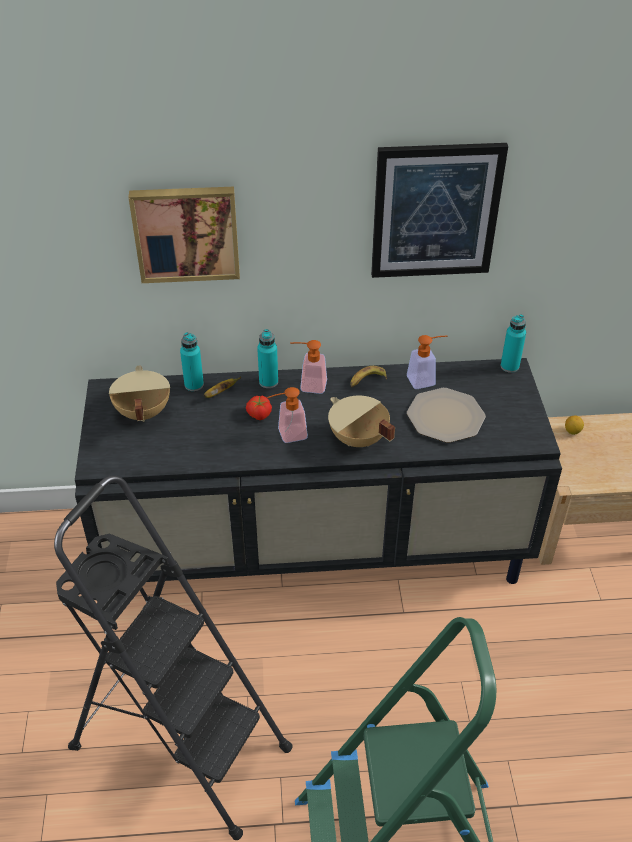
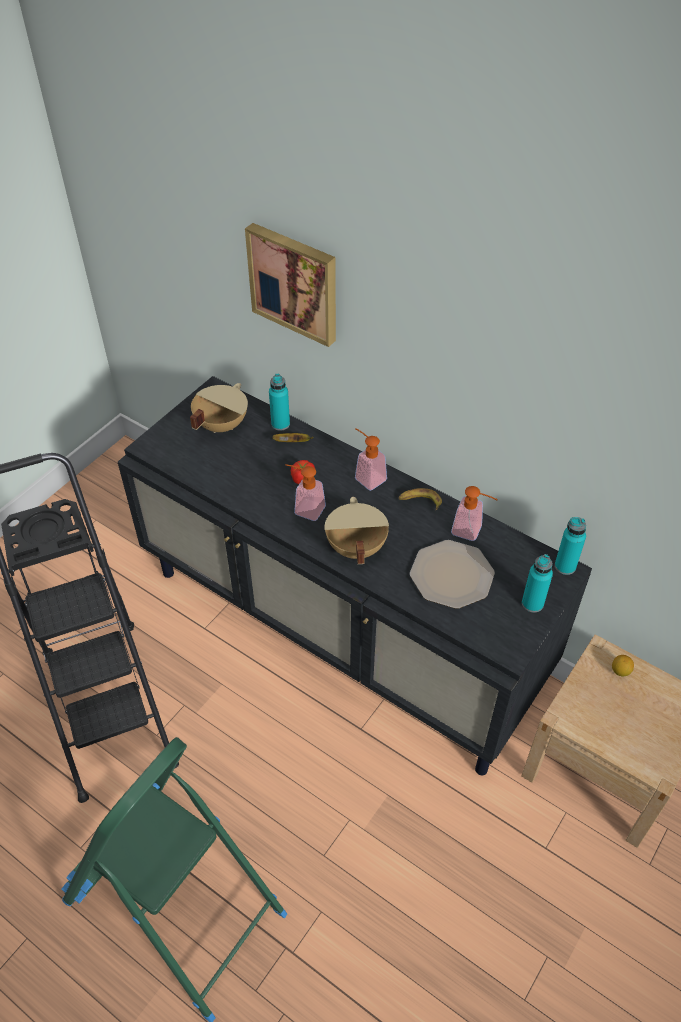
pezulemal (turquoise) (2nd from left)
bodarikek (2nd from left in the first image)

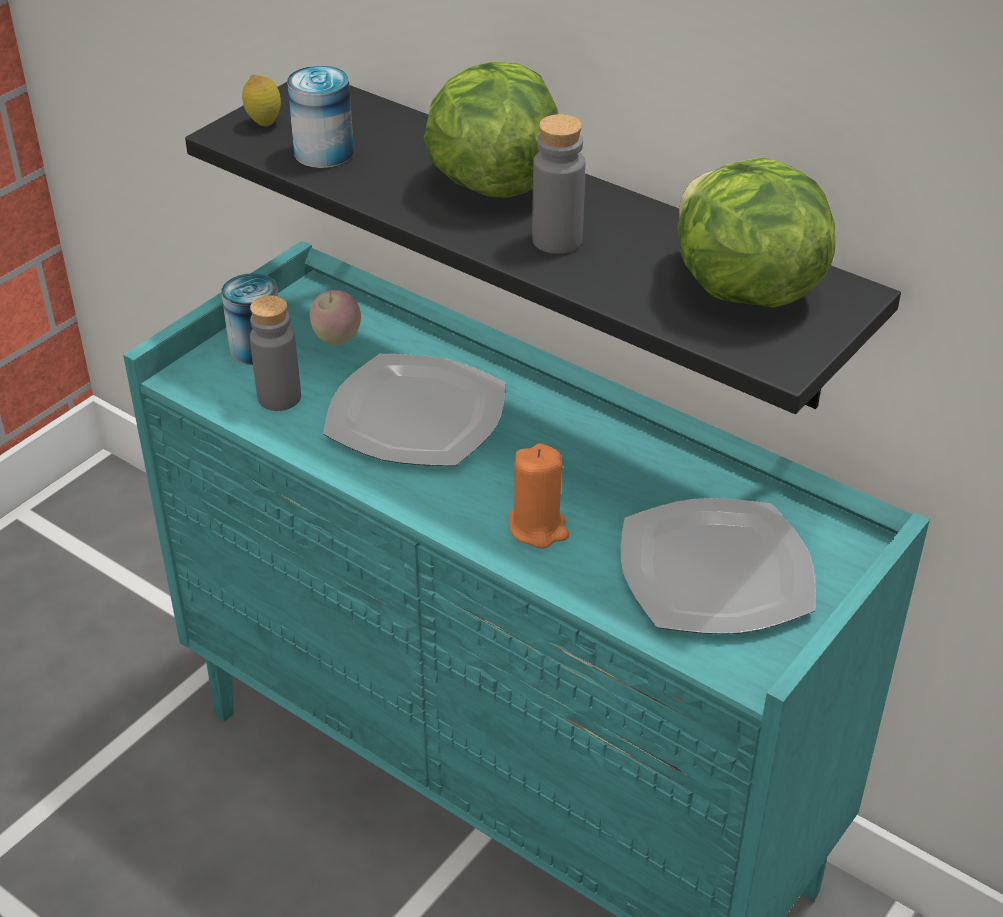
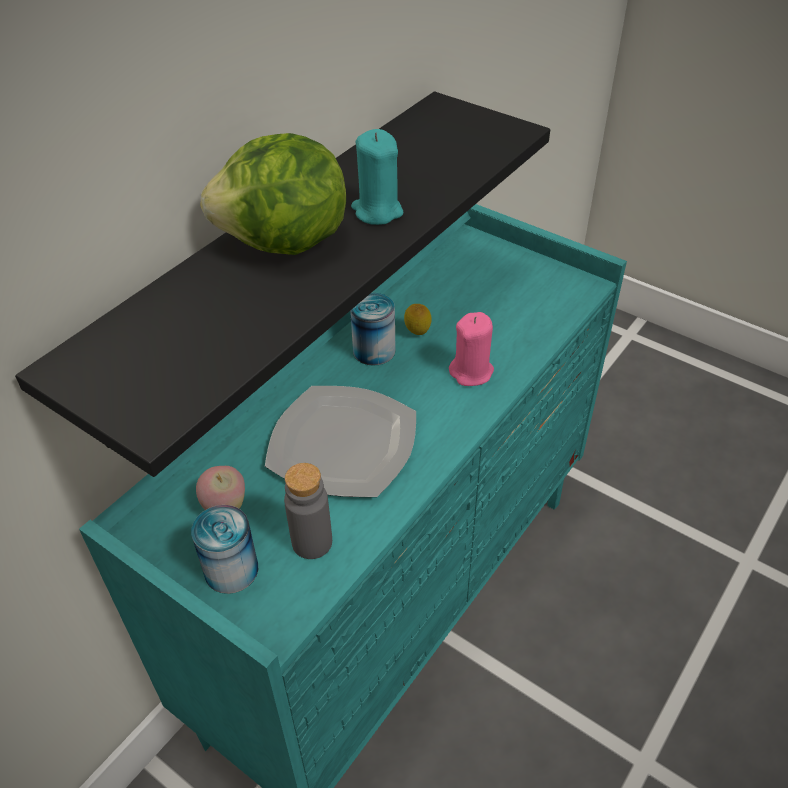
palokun (2nd from left)
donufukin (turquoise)
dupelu
donufukin (pink)
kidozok (2nd from left in the first image)
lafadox (2nd from left in the first image)

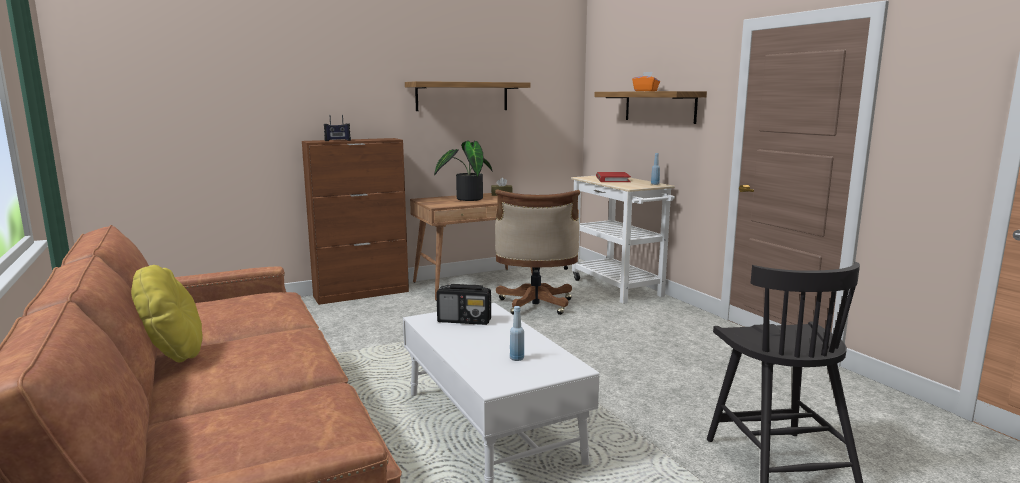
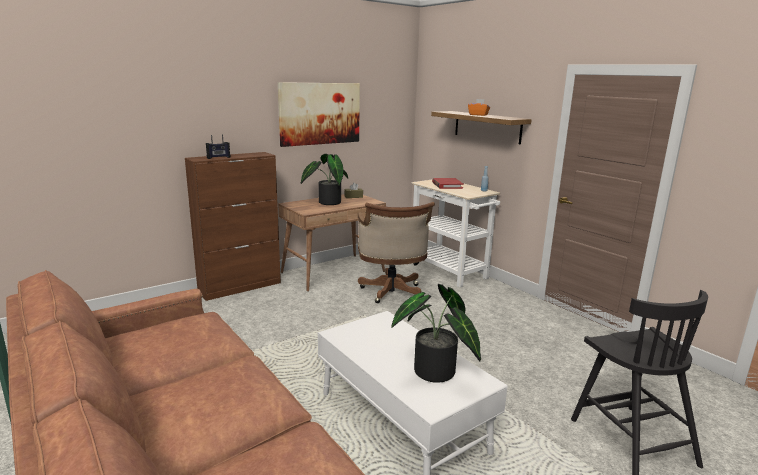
bodarikek
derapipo (2nd from left)
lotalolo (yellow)
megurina (2nd from left in the first image)

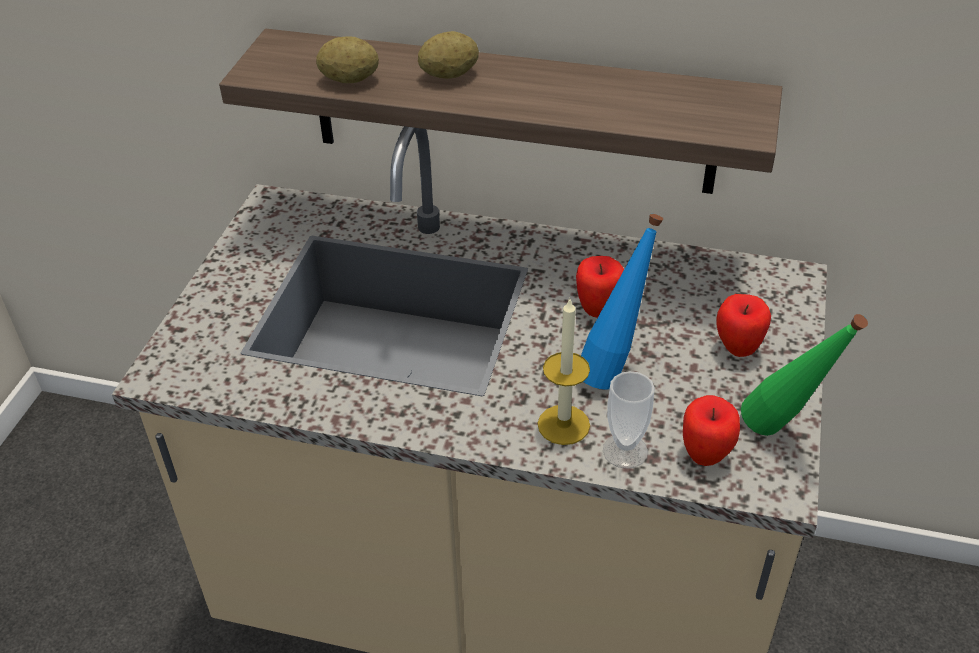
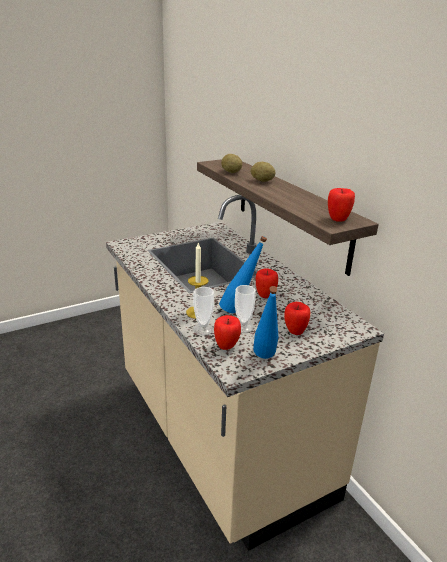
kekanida (2nd from left)
pezulemal (blue) (2nd from left)
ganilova (4th from left)

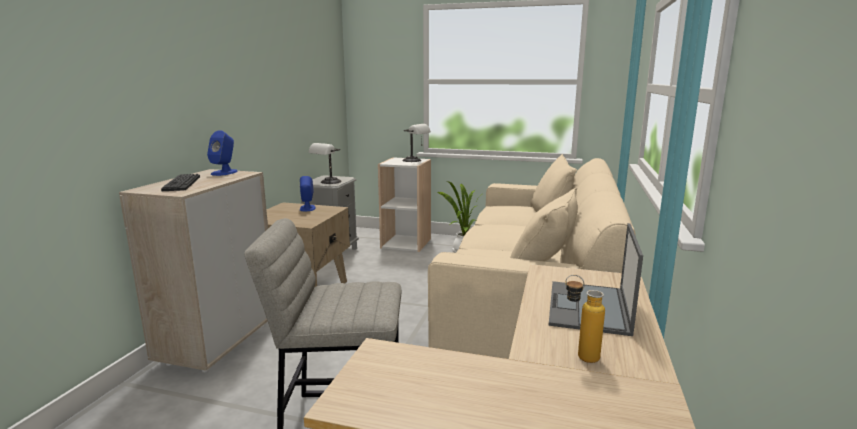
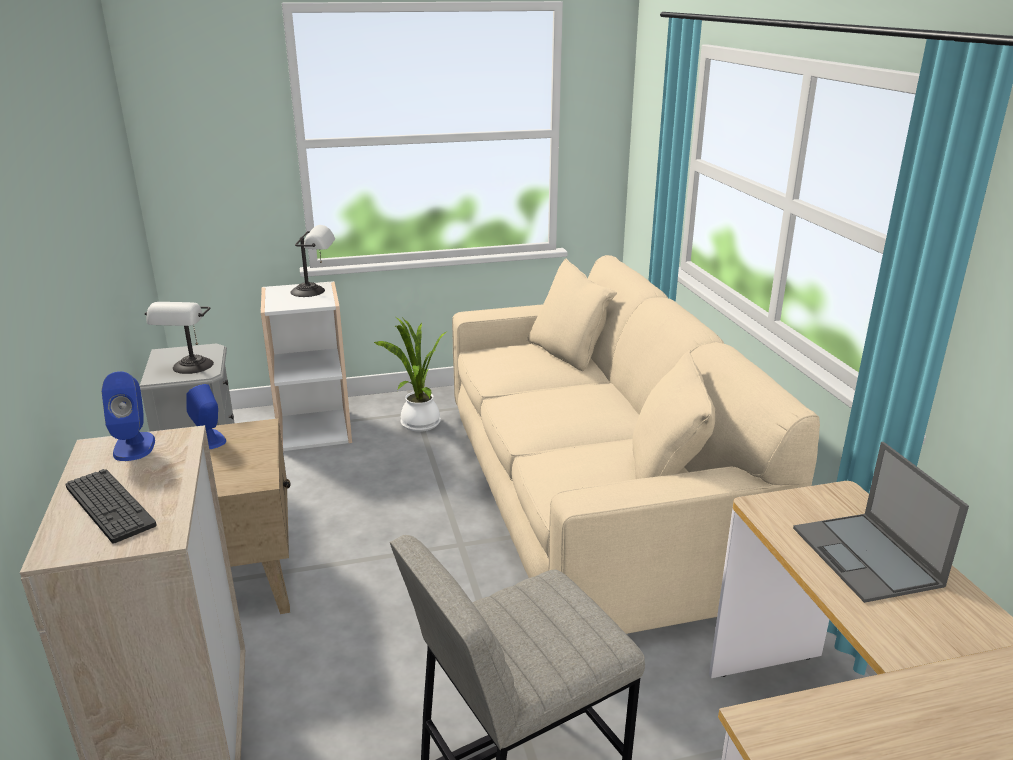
pezulemal

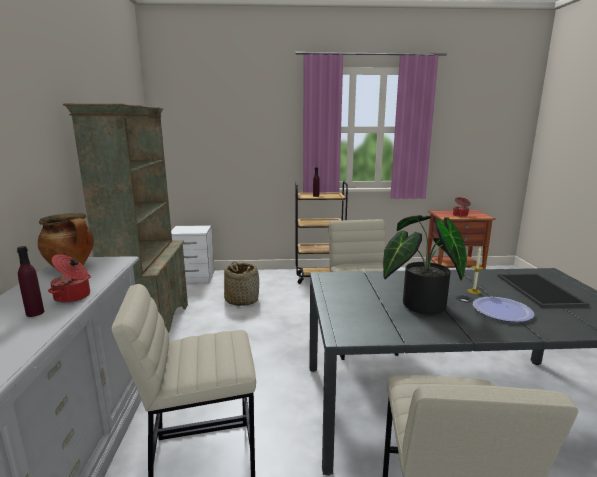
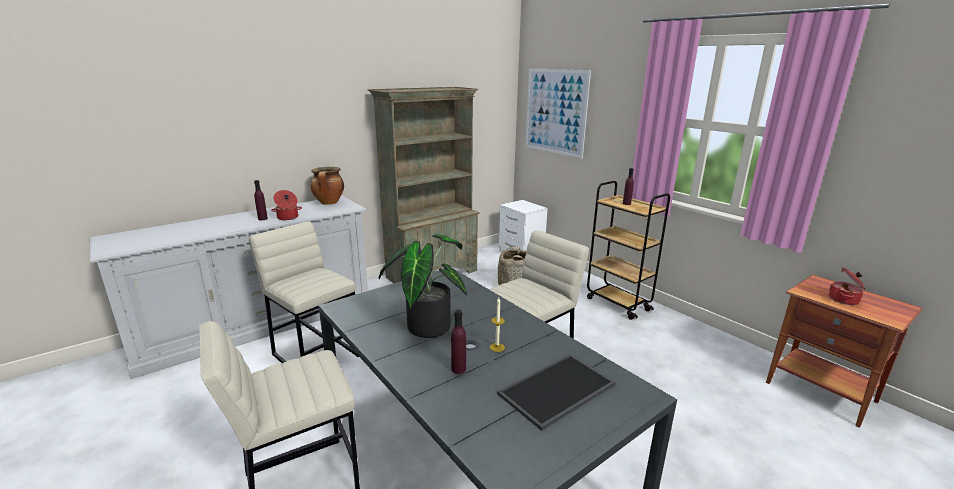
pezulemal (purple) (2nd from left)
bodarikek

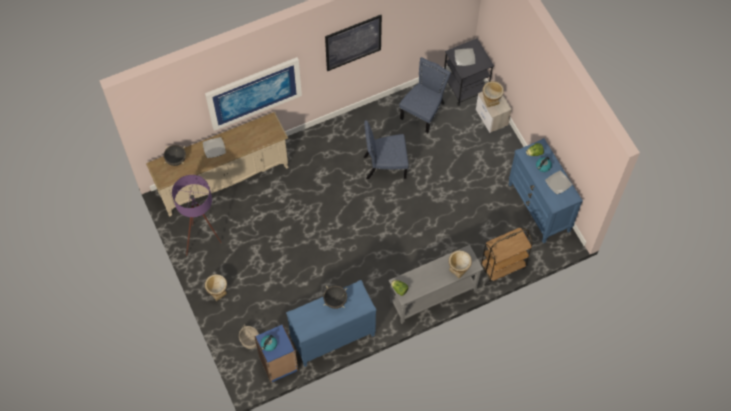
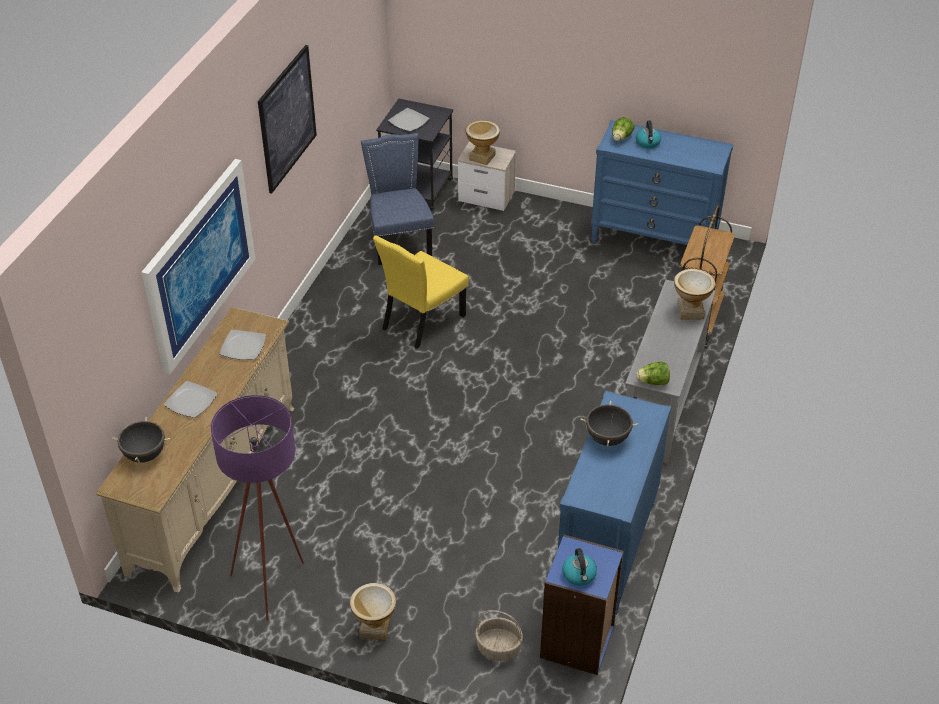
kidozok (2nd from left)
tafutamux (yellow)

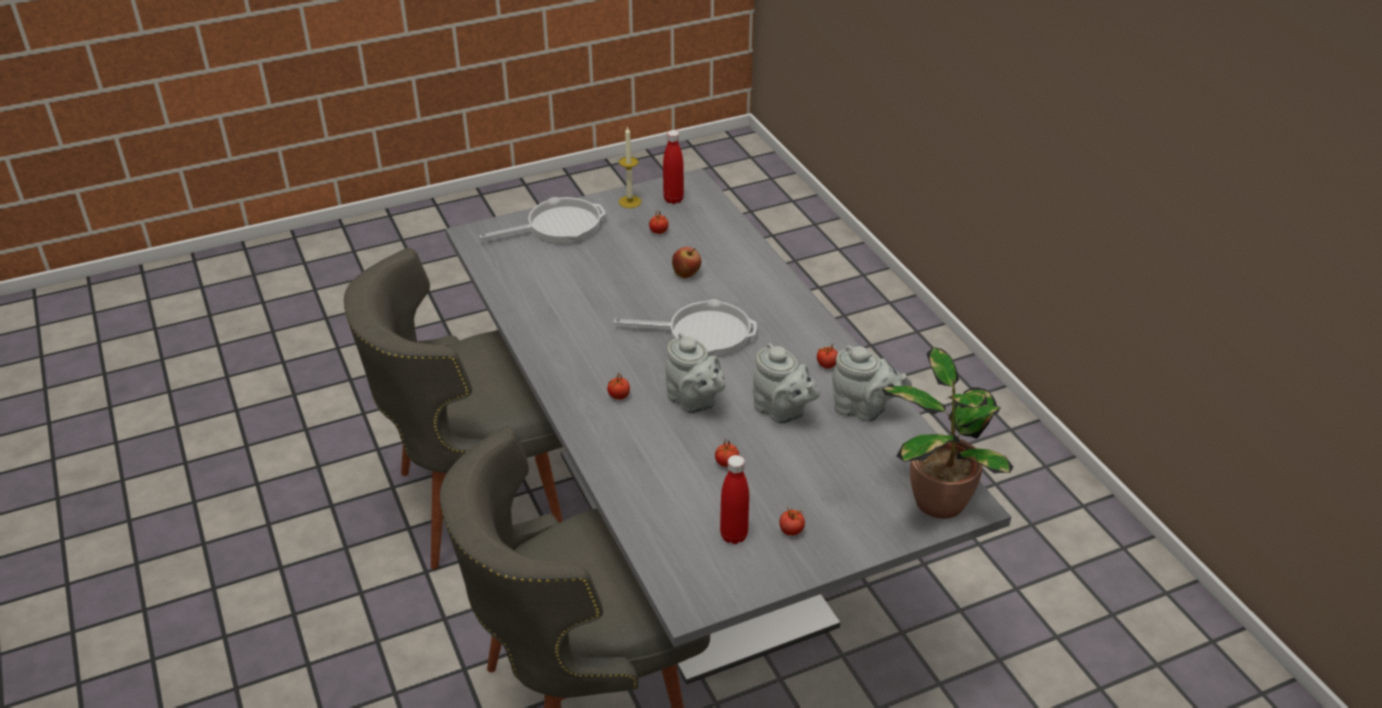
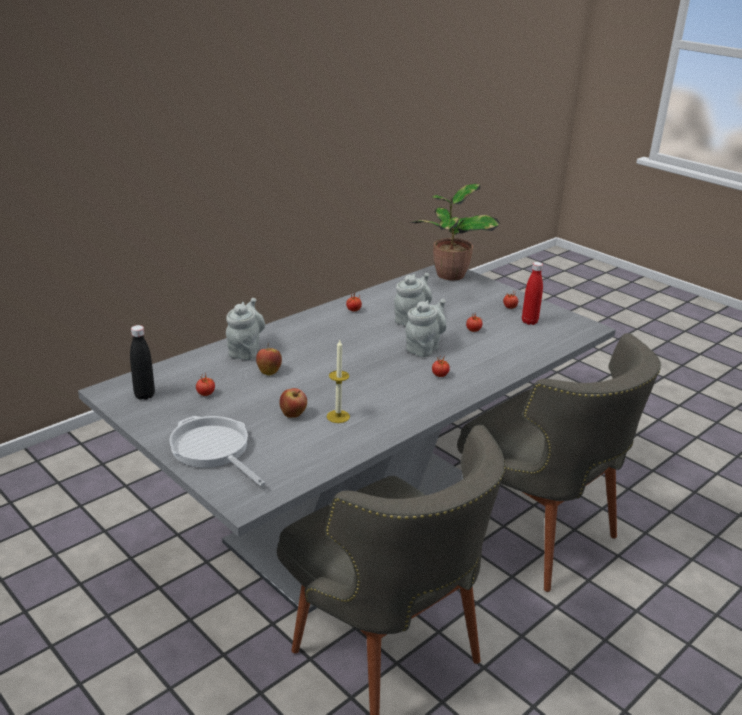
pezulemal (black)
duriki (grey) (1st from left)
ganilova (2nd from left)
donufukin
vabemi (2nd from left in the first image)

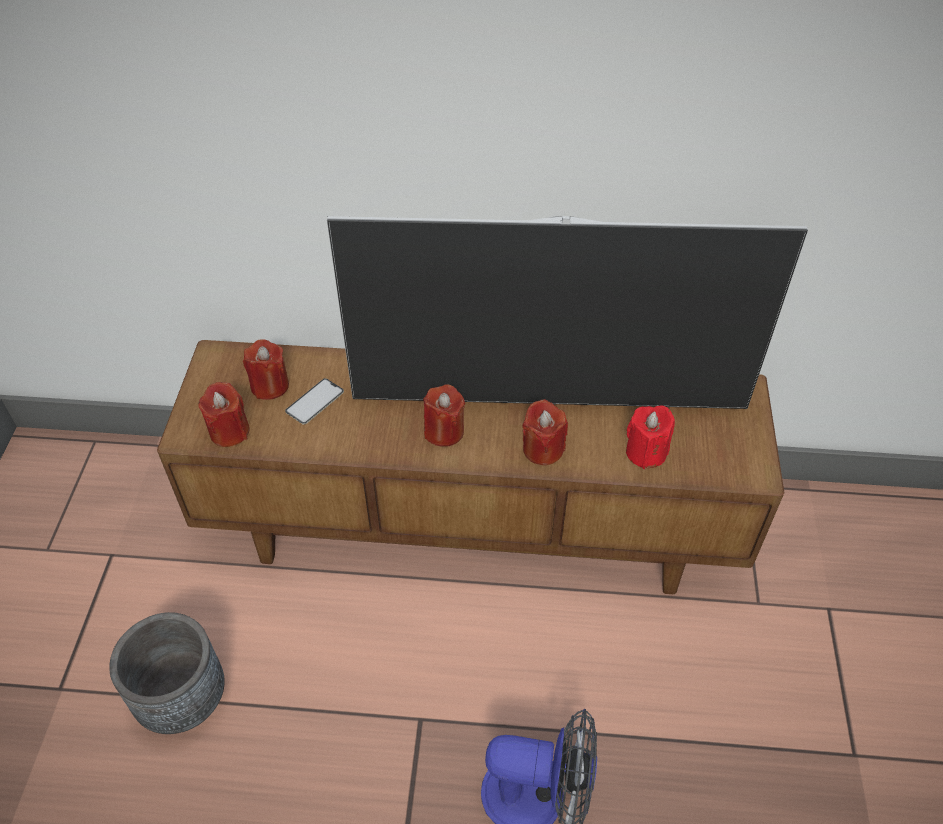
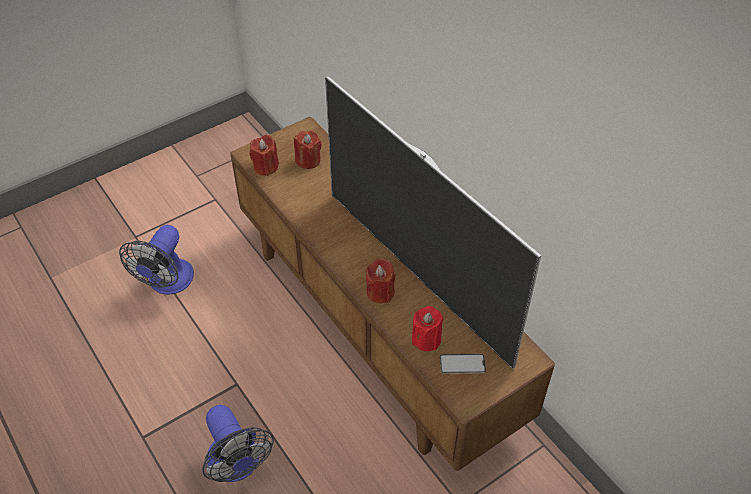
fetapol (1st from left)
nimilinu
donufukin (red) (3rd from left in the first image)

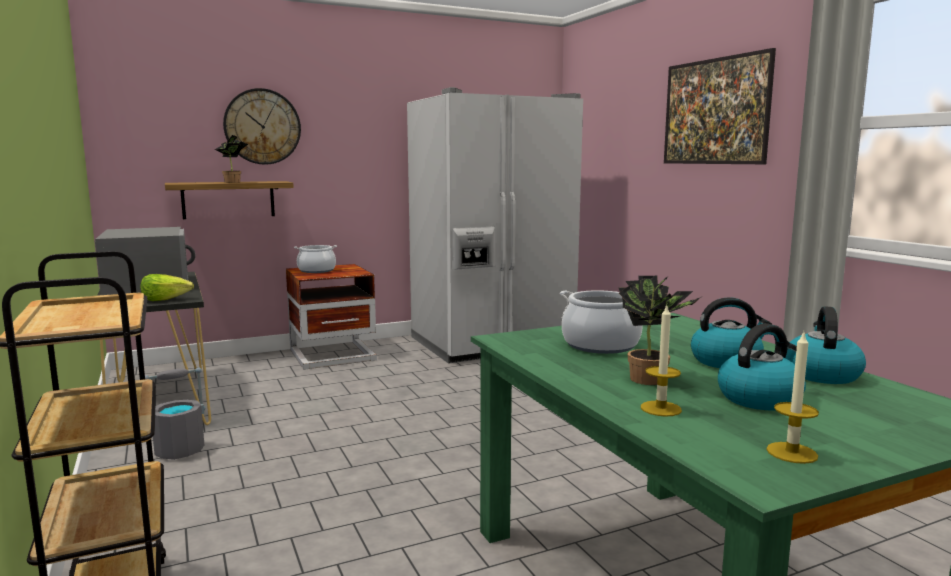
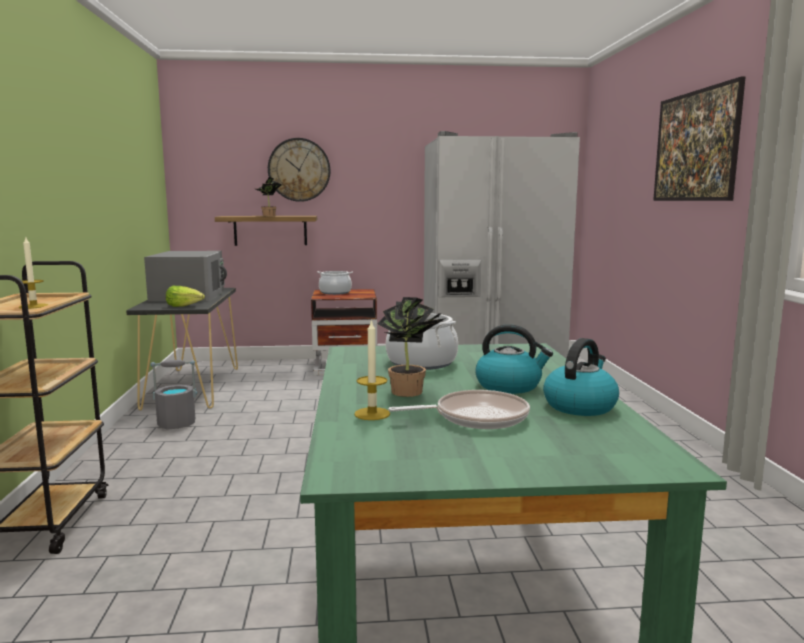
donufukin (1st from left)
vabemi

